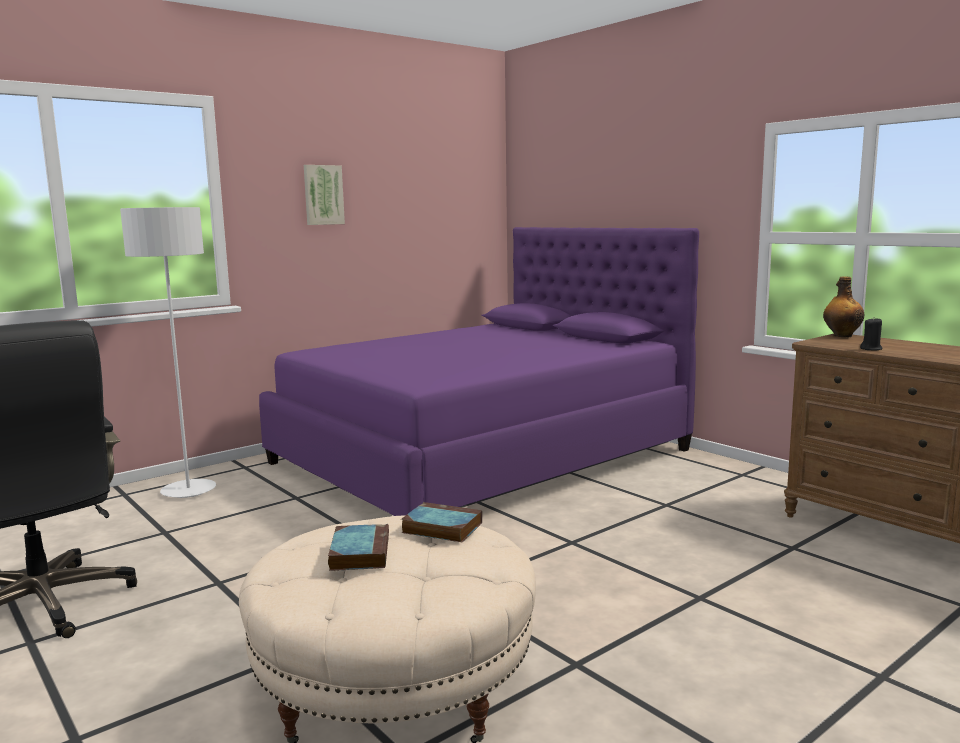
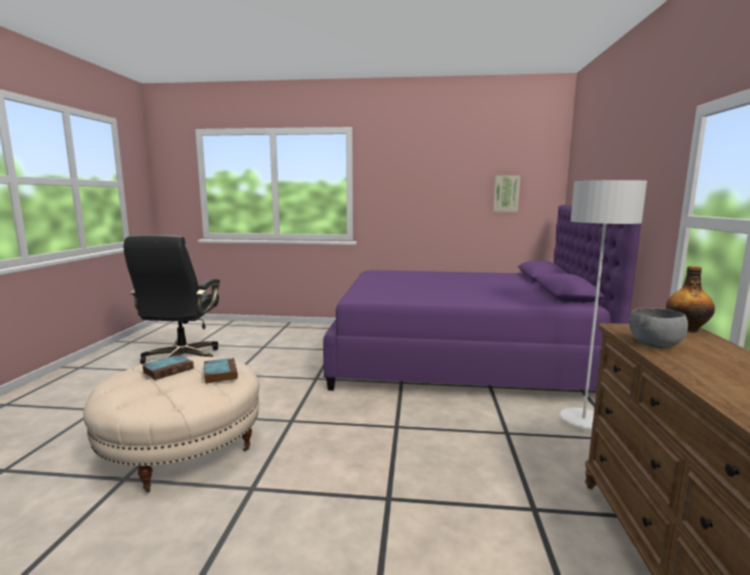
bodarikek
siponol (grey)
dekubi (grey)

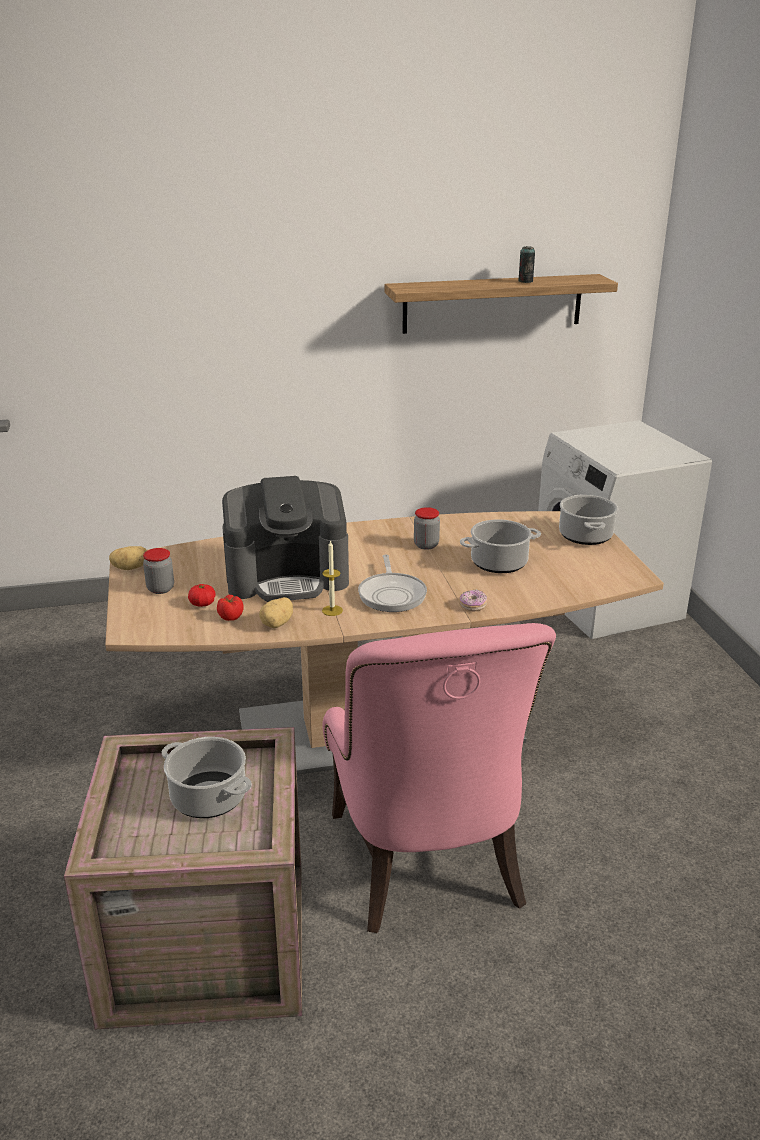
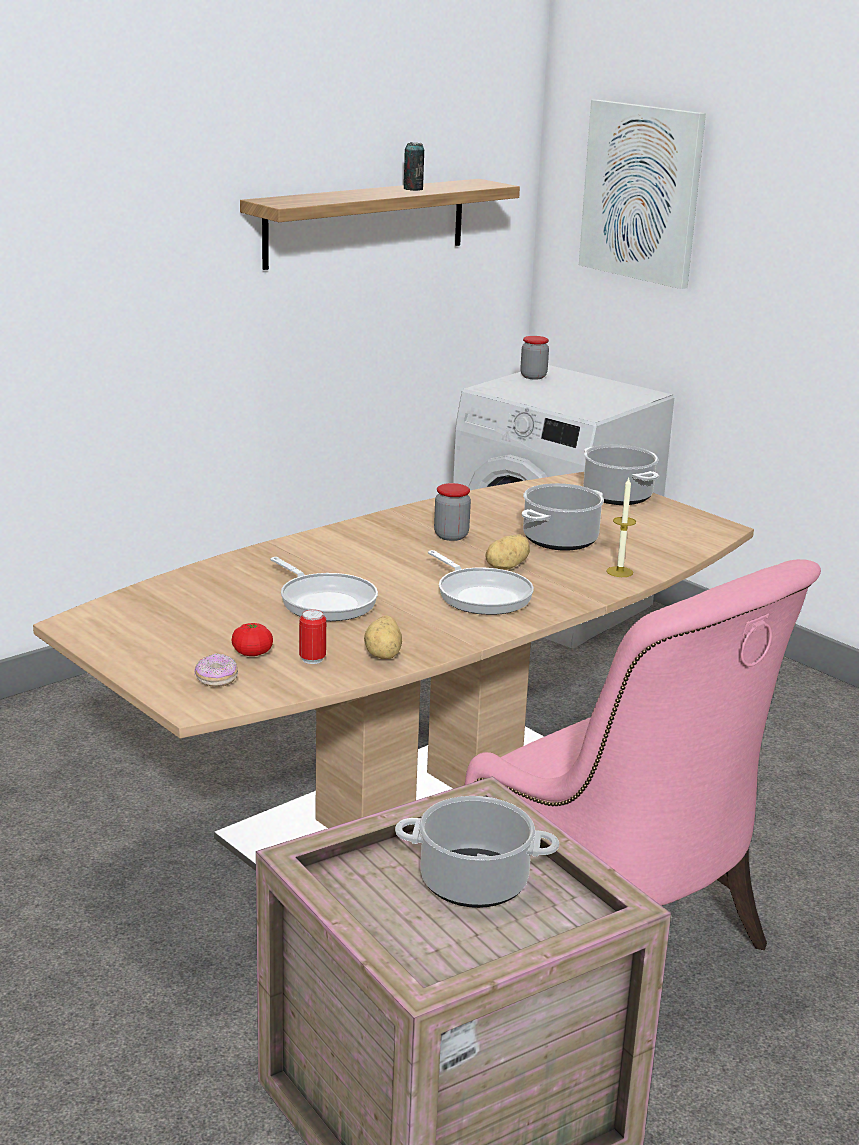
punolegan
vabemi (1st from left)
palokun (1st from left)
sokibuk (2nd from left)
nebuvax (2nd from left)
bodarikek
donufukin

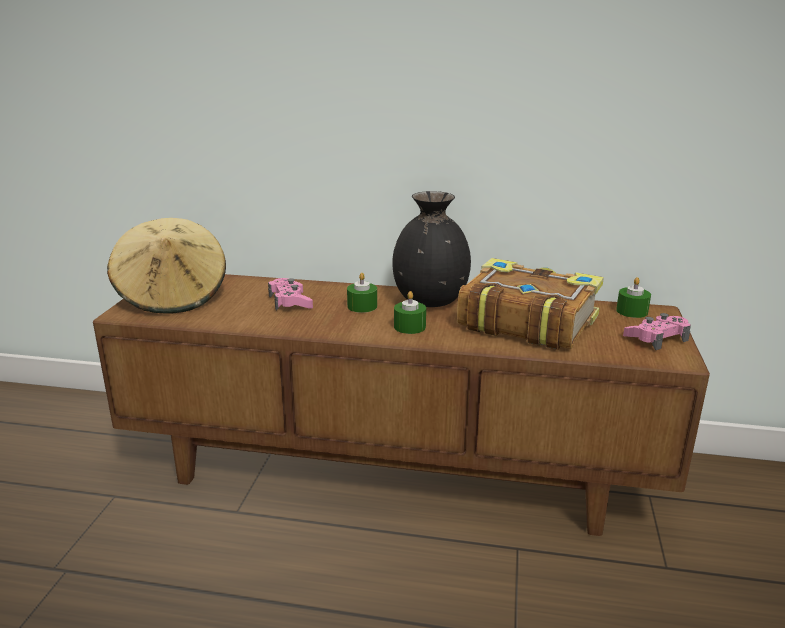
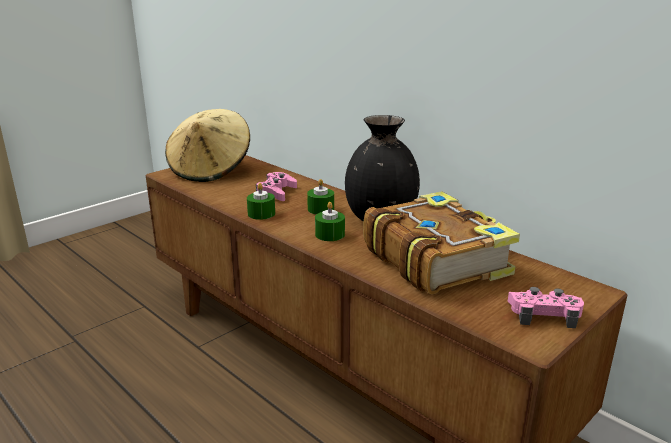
donufukin (green) (1st from left)

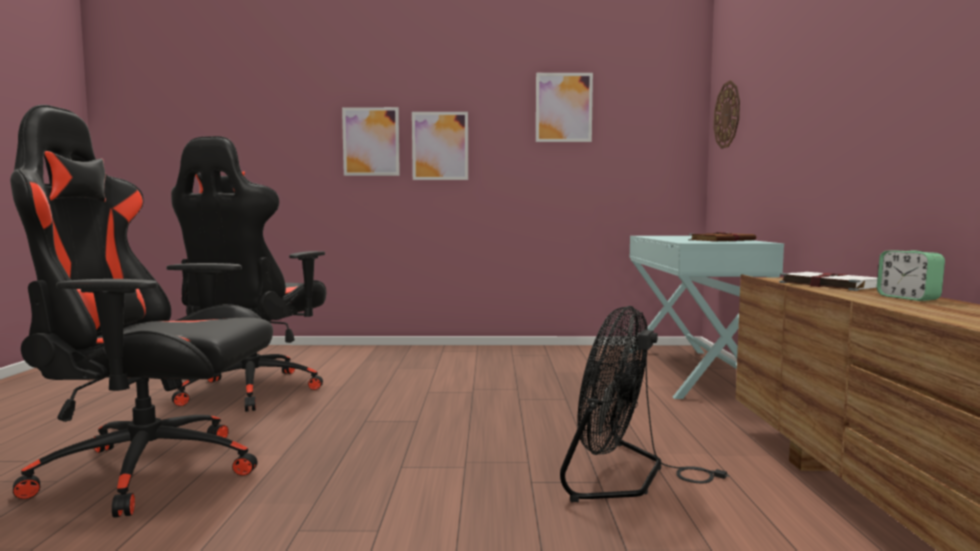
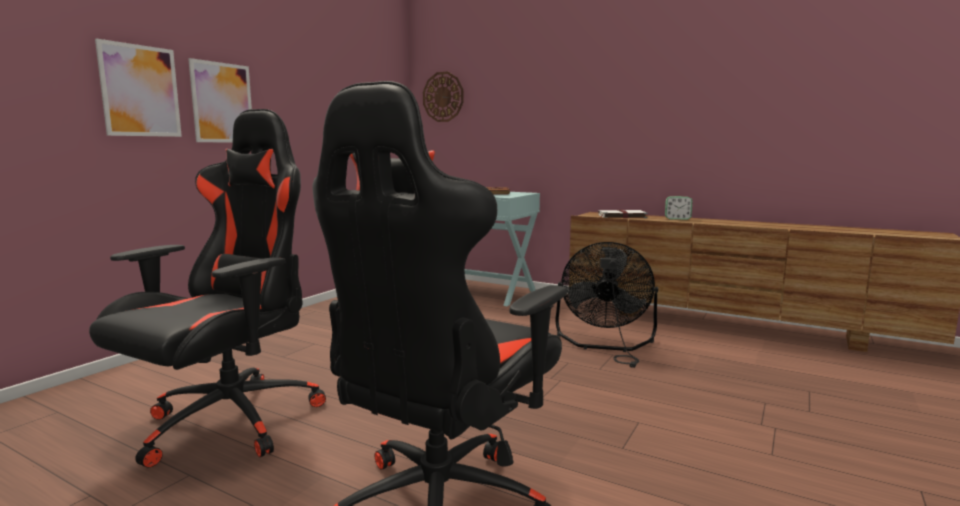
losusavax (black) (1st from left)
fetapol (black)
bodarikek (3rd from left in the first image)

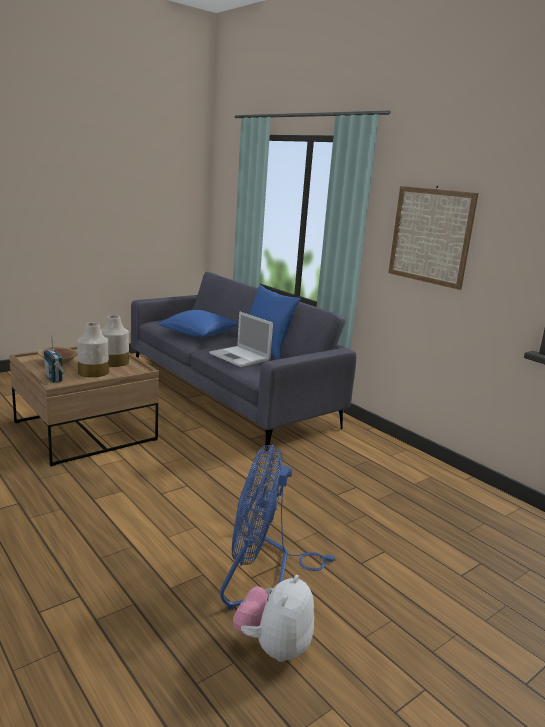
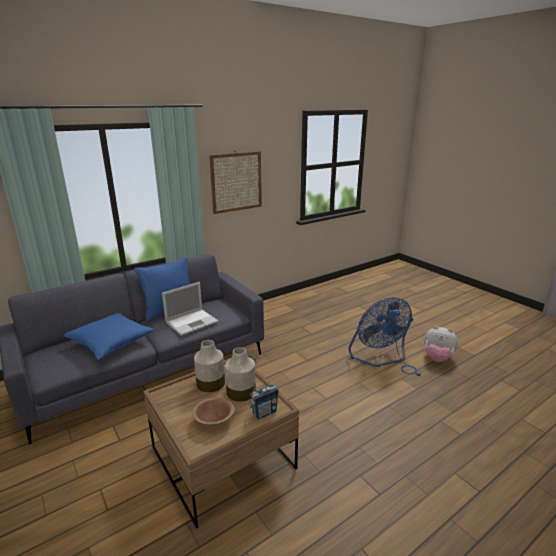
fetapol (blue)

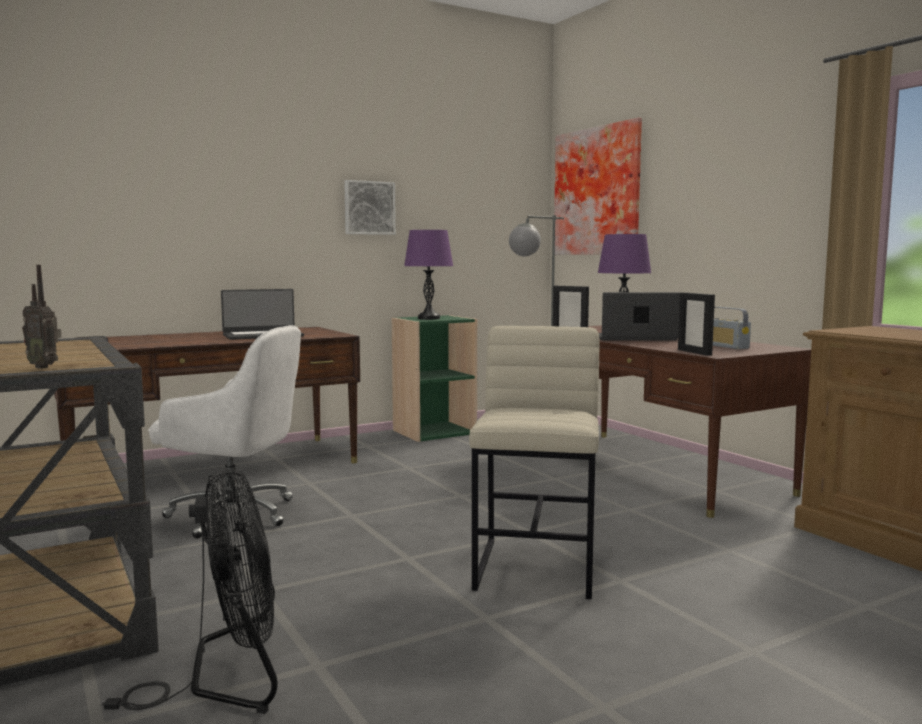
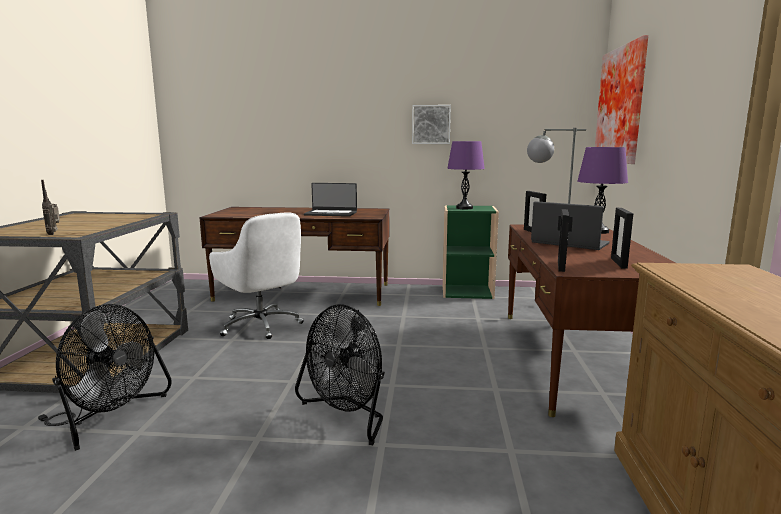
fetapol (black) (2nd from left)
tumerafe (3rd from left)

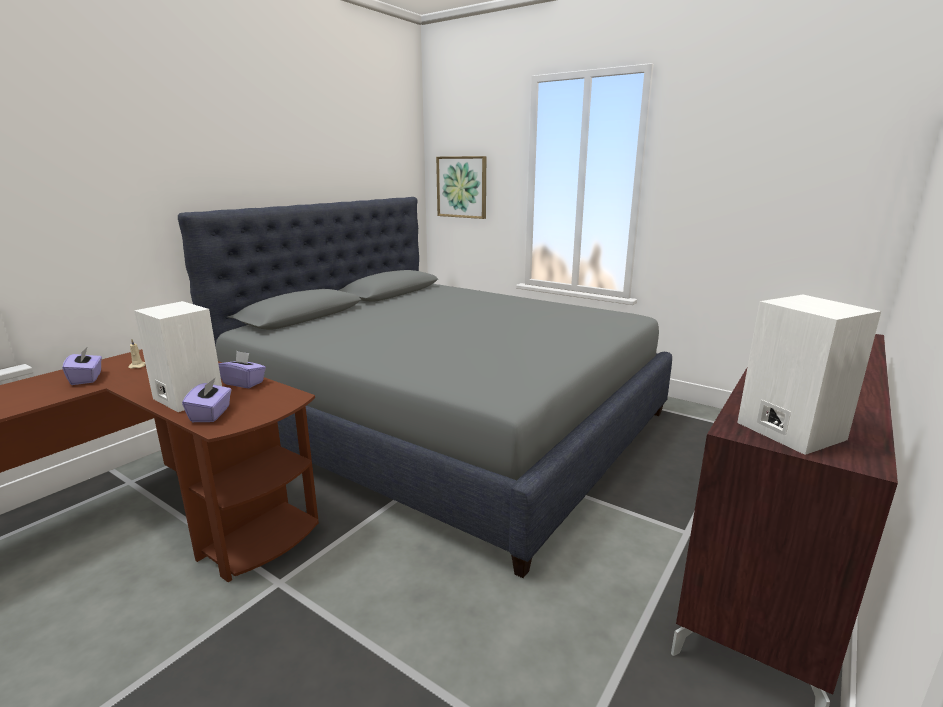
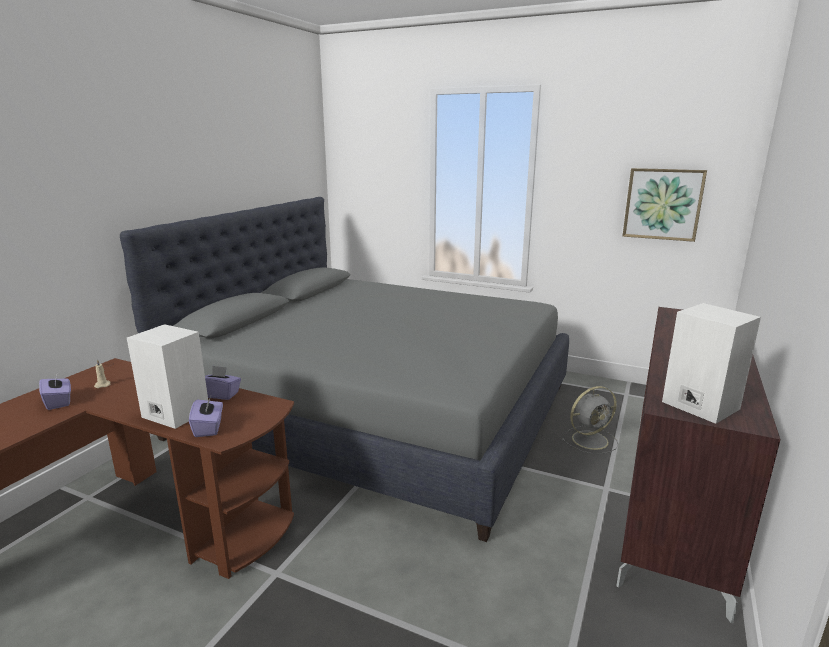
fetapol (grey)
bodarikek

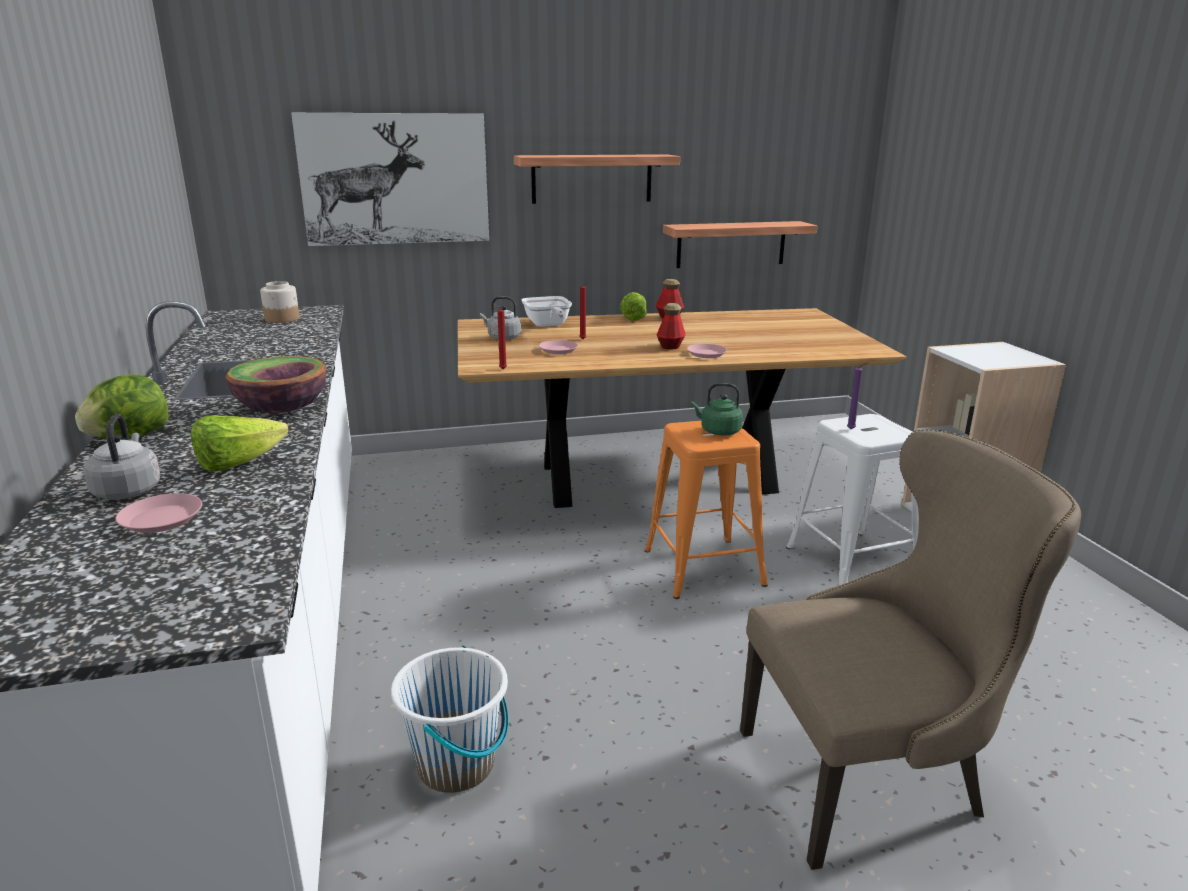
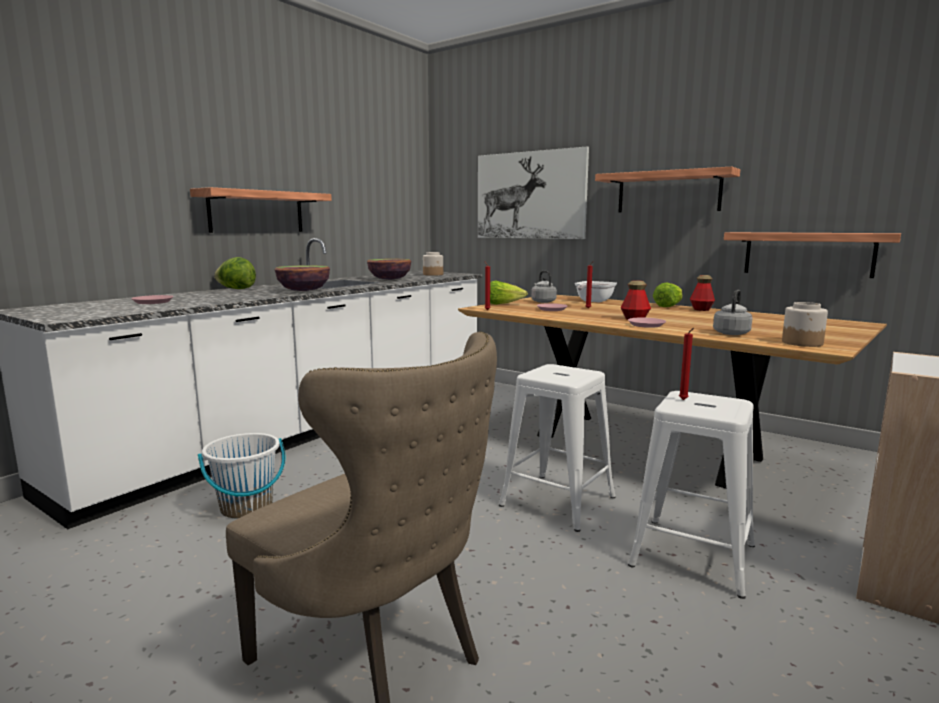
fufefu (1st from left)
dekubi (2nd from left)
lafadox (2nd from left)
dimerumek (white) (1st from left)
donufukin (red) (3rd from left)
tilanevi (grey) (2nd from left)
nebuvax (2nd from left)
tilanevi (green)

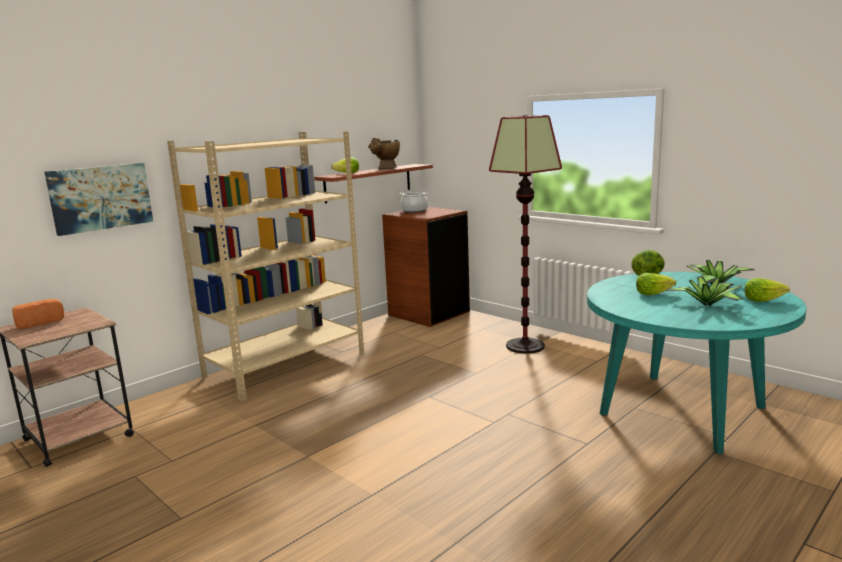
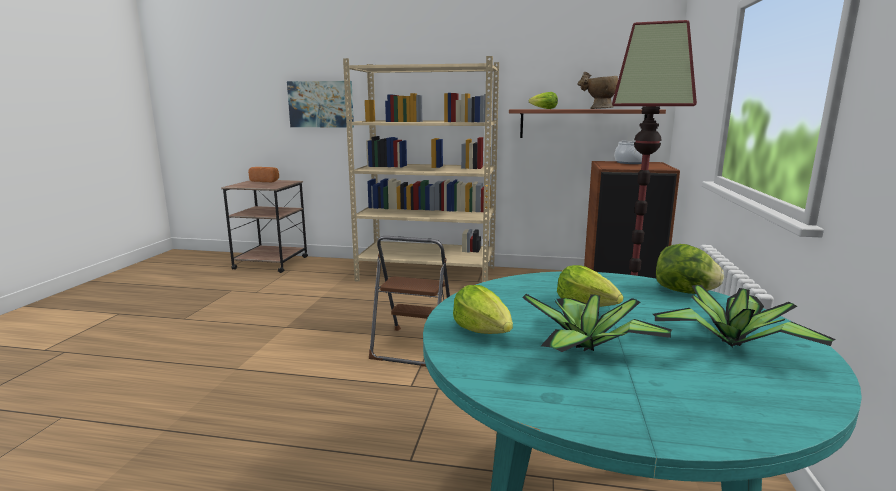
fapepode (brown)
lafadox (1st from left)

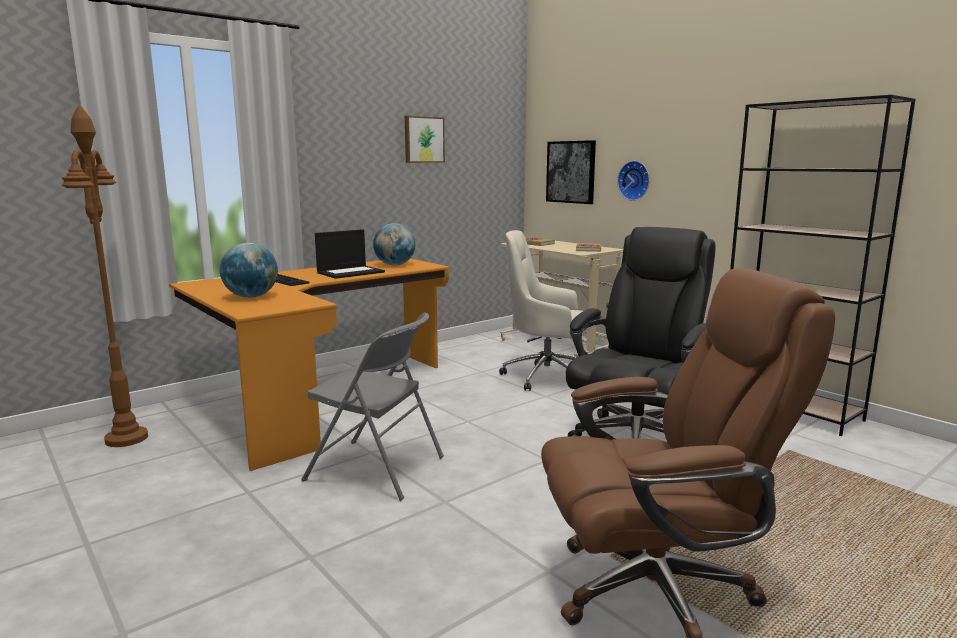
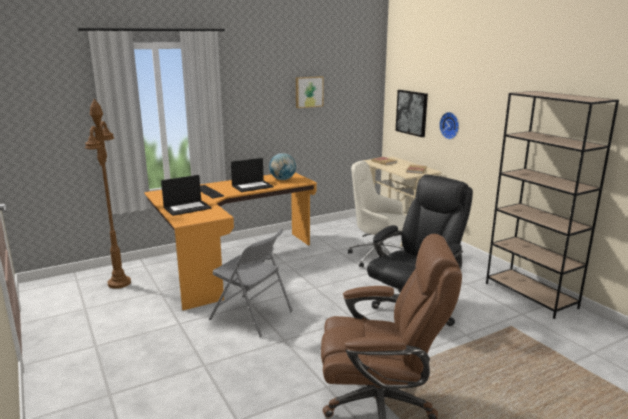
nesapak (1st from left)

